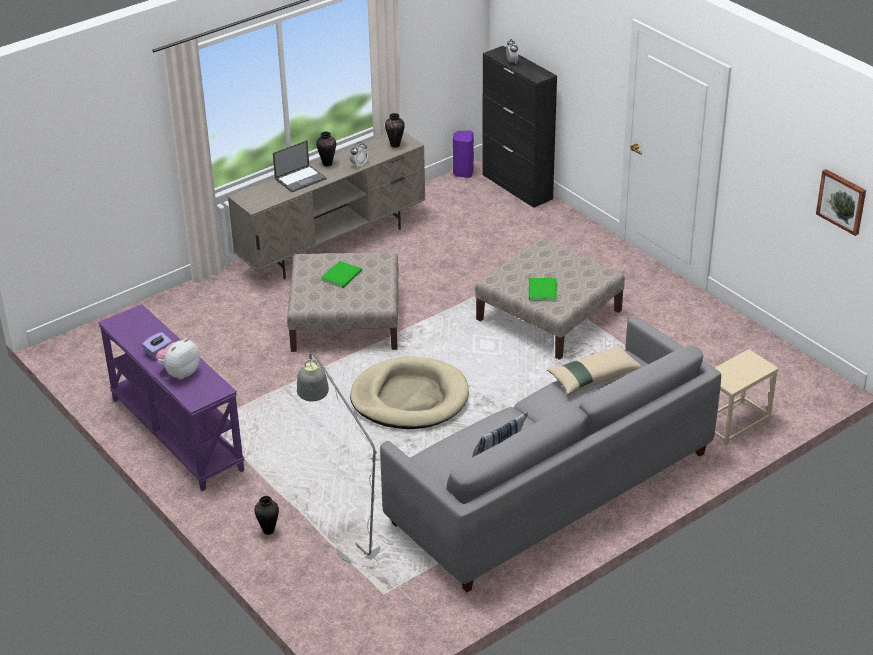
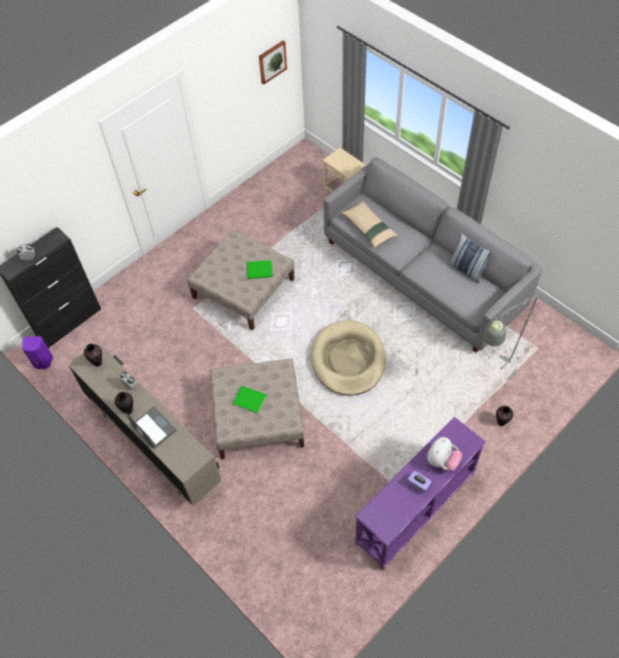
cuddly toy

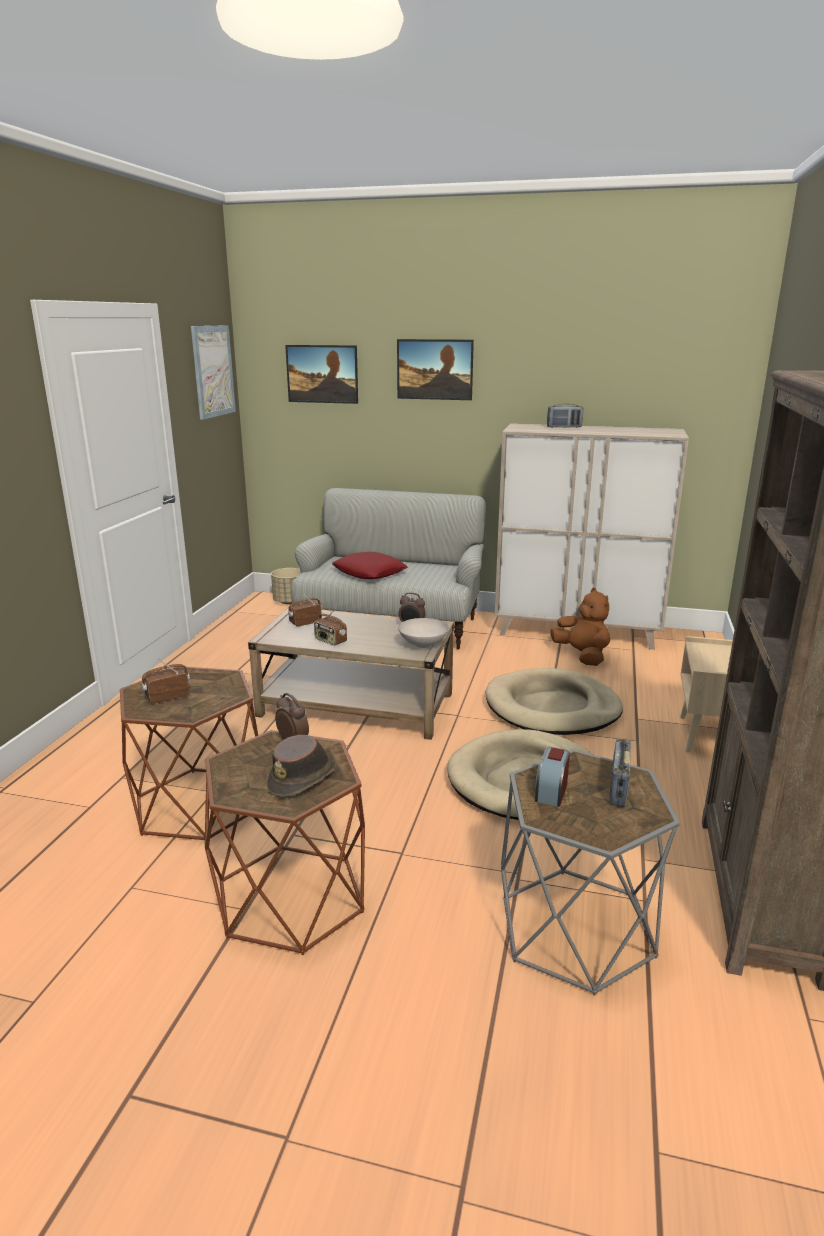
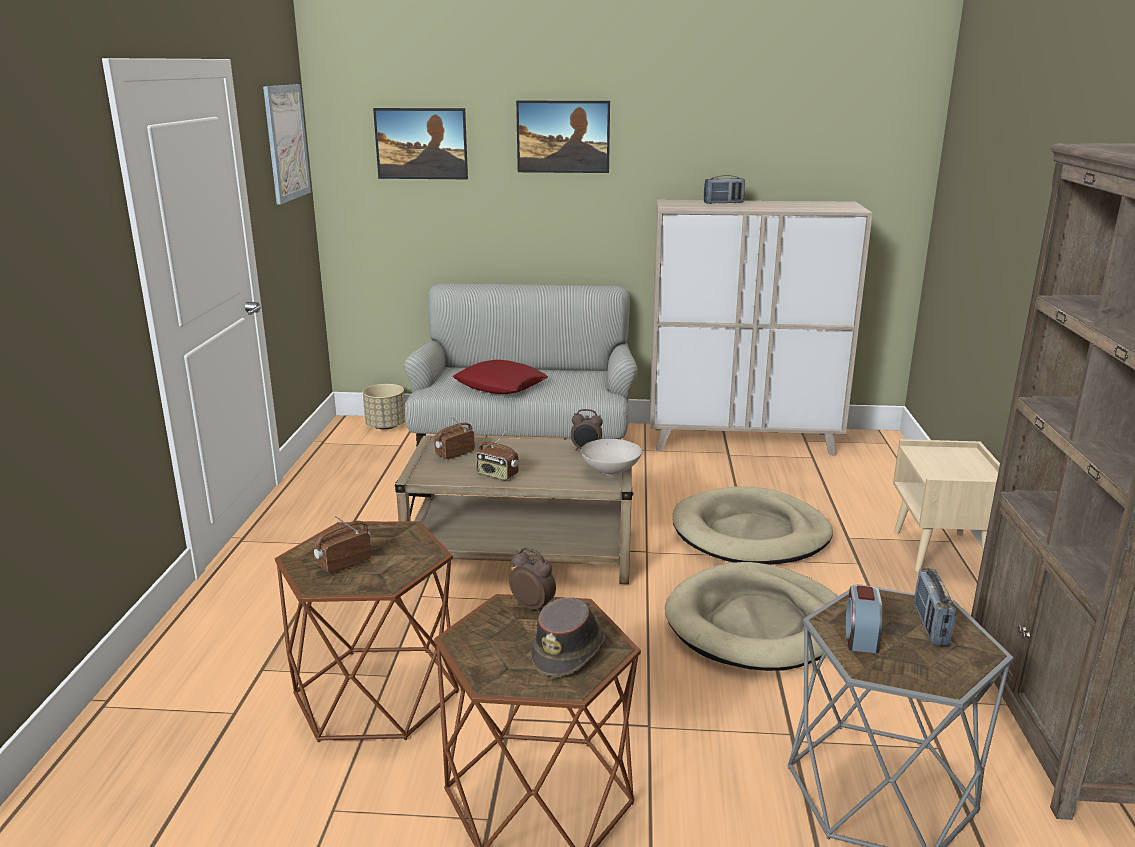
brown-coloured cuddly toy

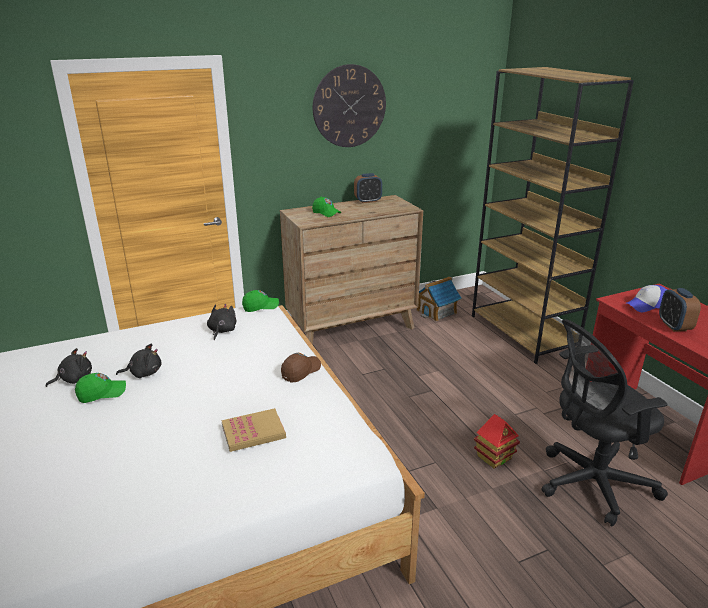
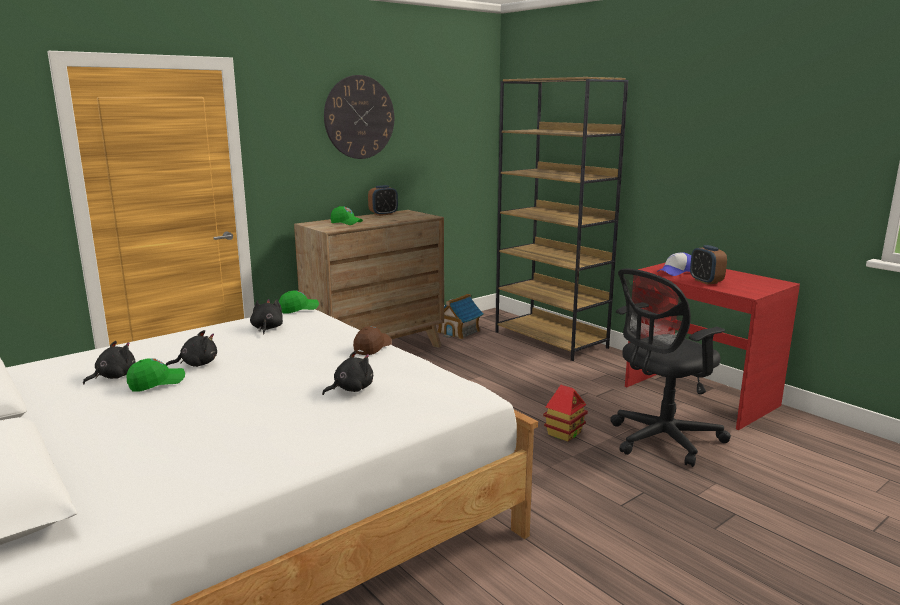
blackish cuddly toy (4th from left)

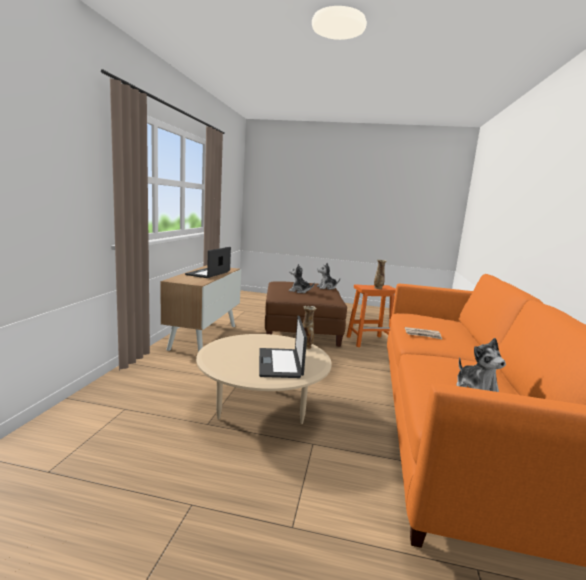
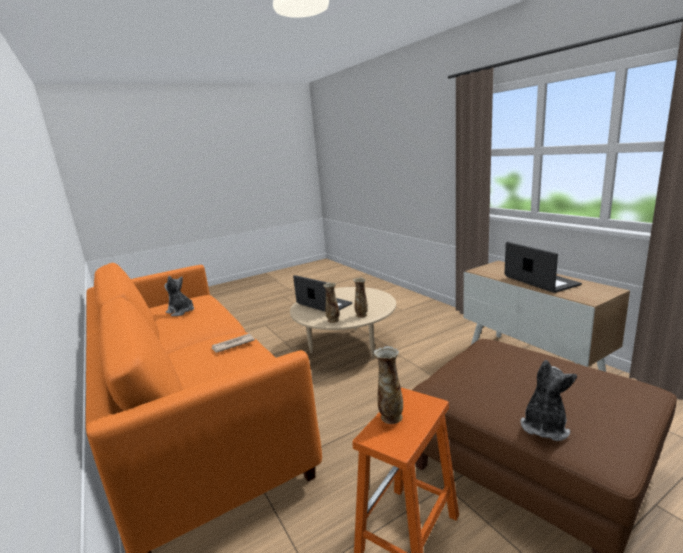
vase (2nd from left); cuddly toy (1st from left in the first image)

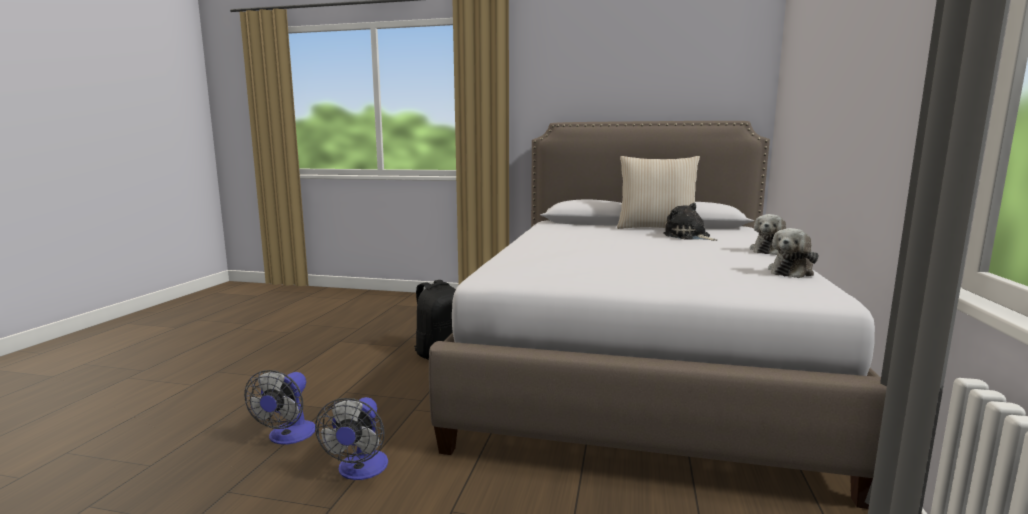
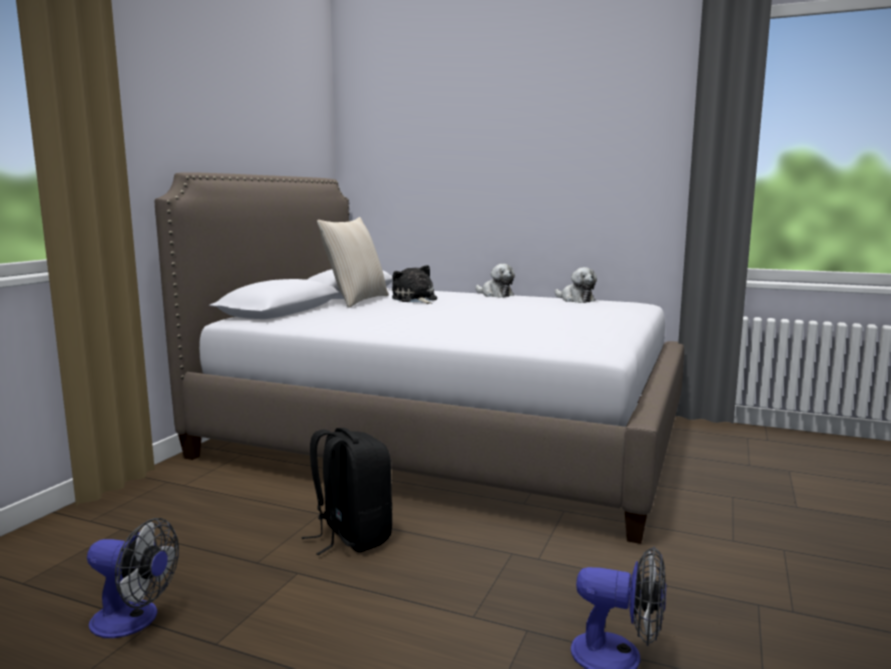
cooling fan (1st from left); cuddly toy (1st from left)

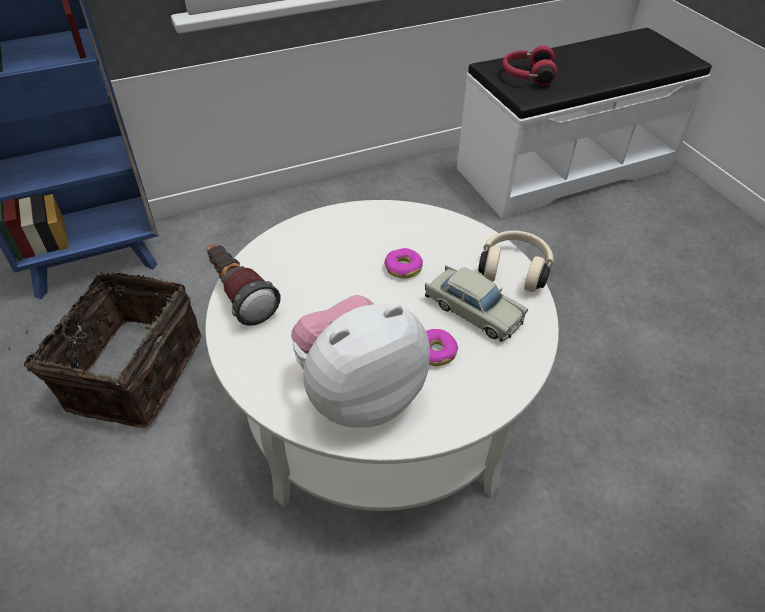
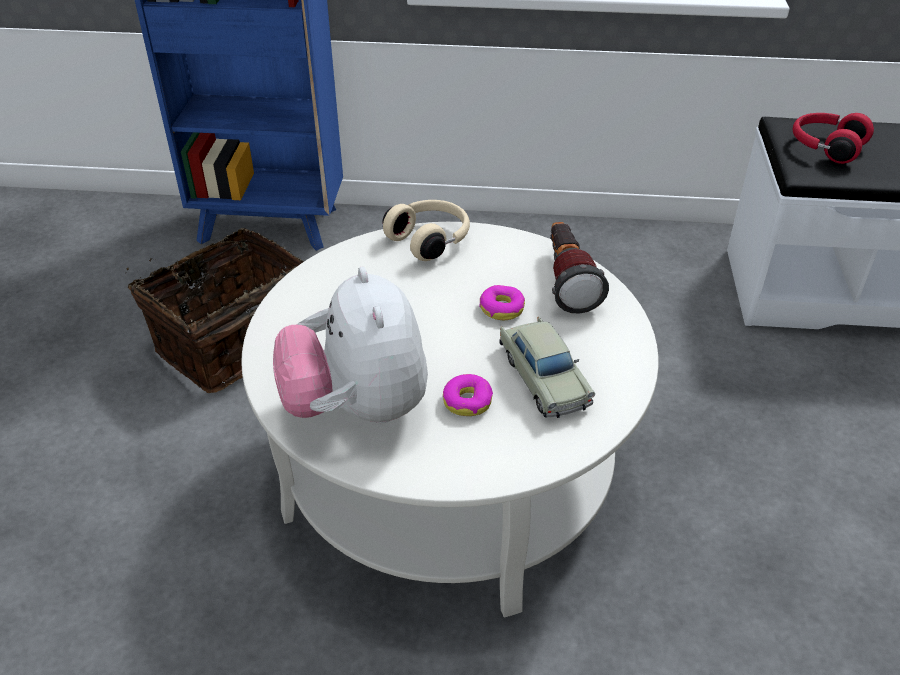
cuddly toy; beige headset; hand torch

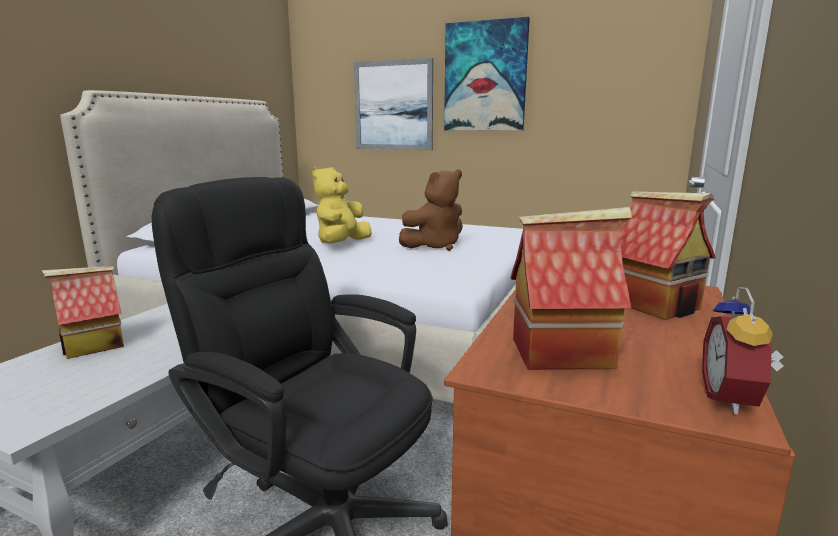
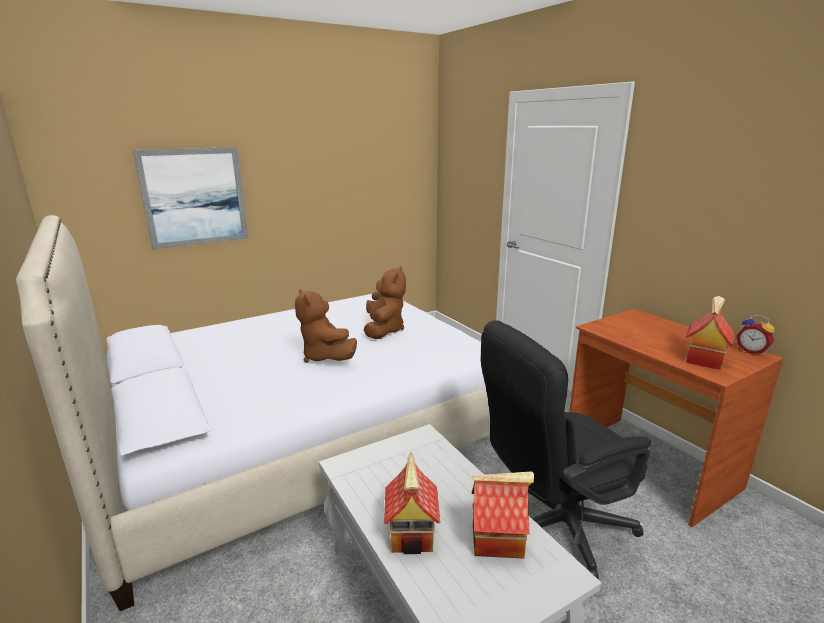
brown-coloured cuddly toy (1st from left); miniature house (2nd from left); picture (2nd from left in the first image)

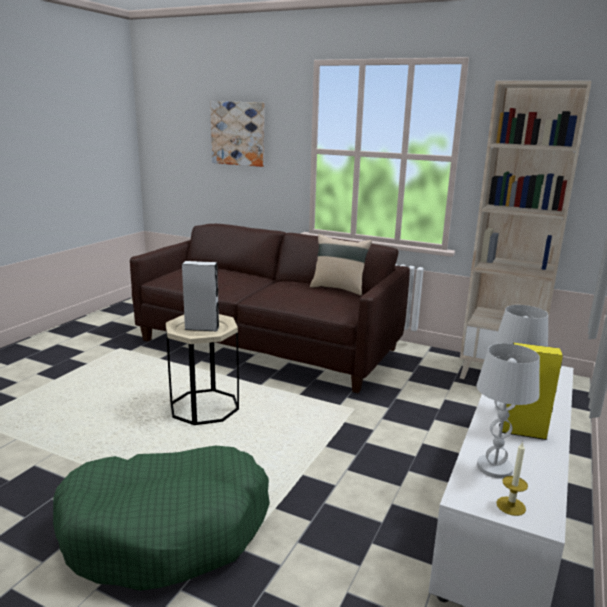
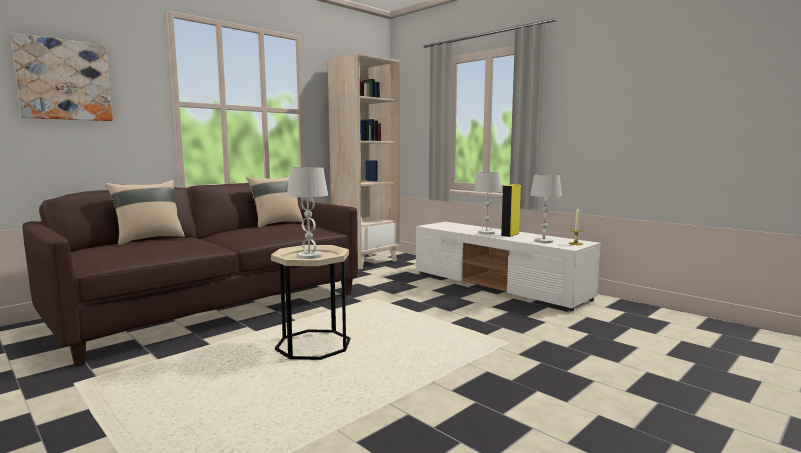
beige cushion (1st from left); white-coloured tabletop lamp (1st from left); greenish dog bed

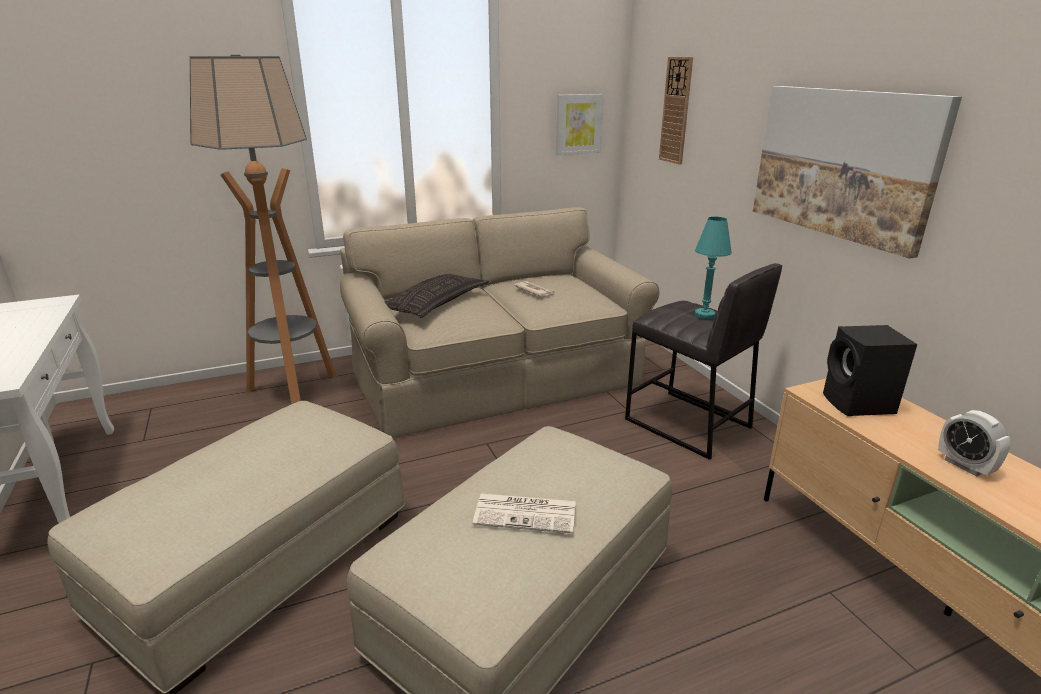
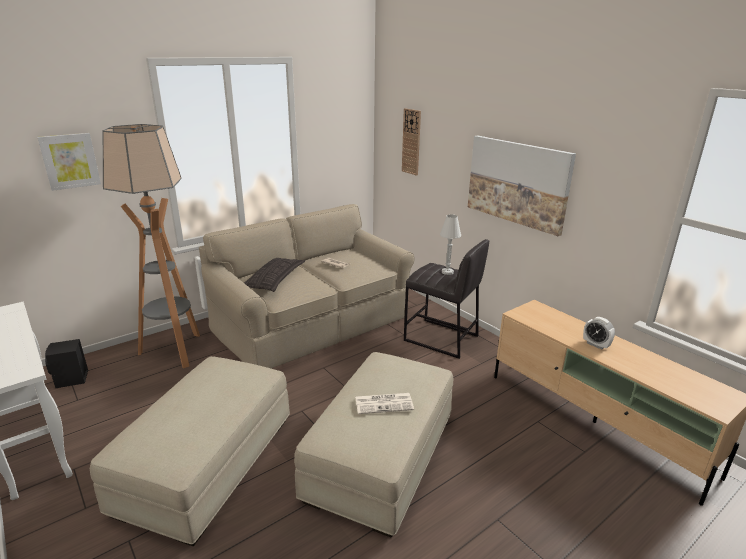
picture (1st from left); blackish speaker; white-coloured tabletop lamp

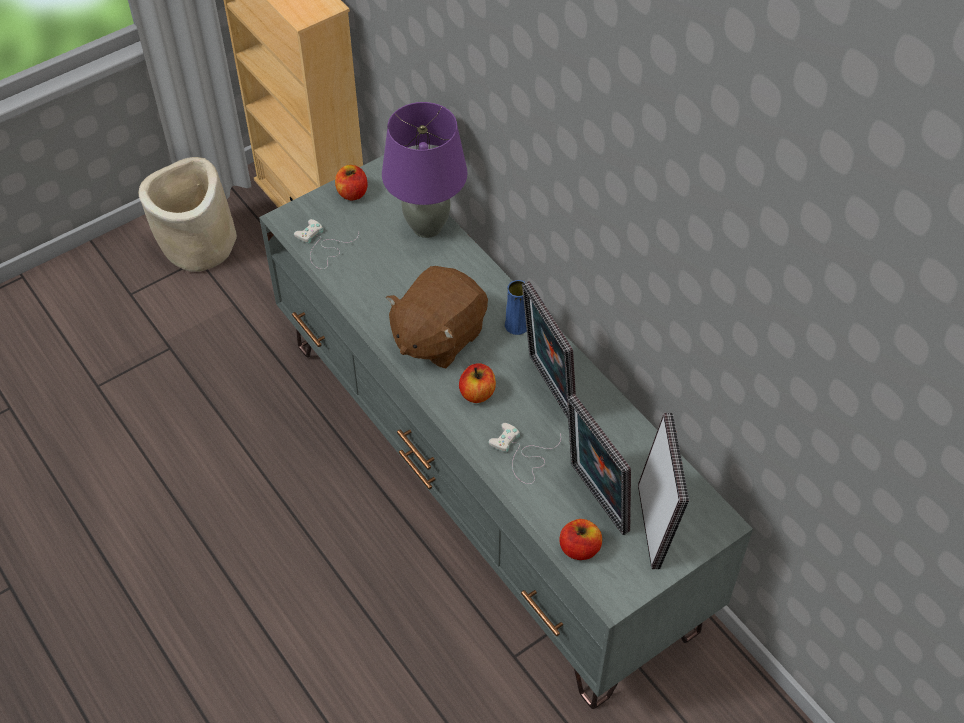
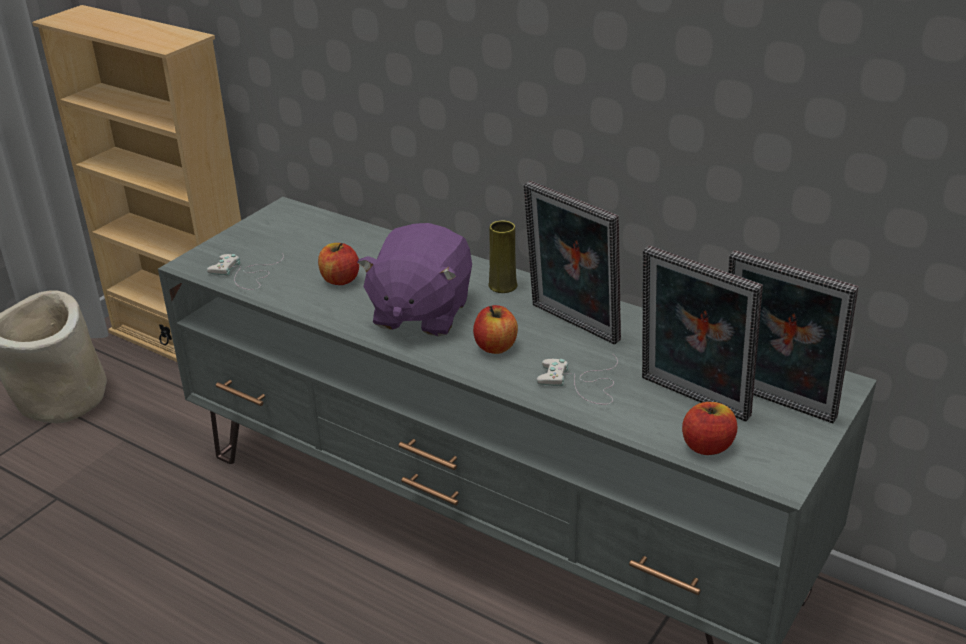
apple (1st from left); purple-coloured cuddly toy; yellow vase; picture frame (3rd from left); purple-coloured tabletop lamp

